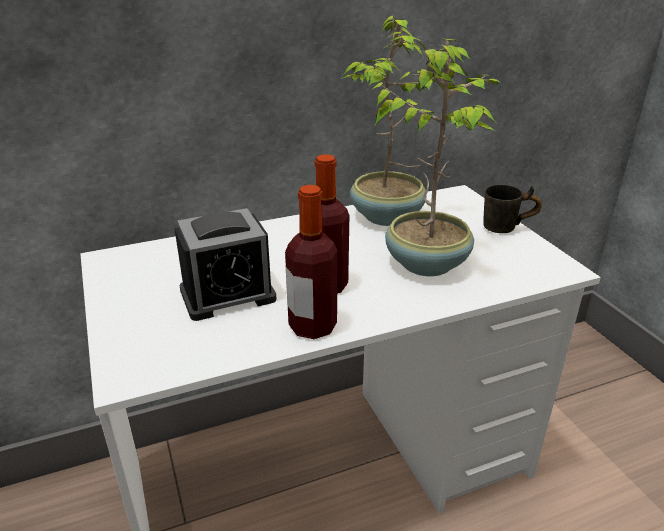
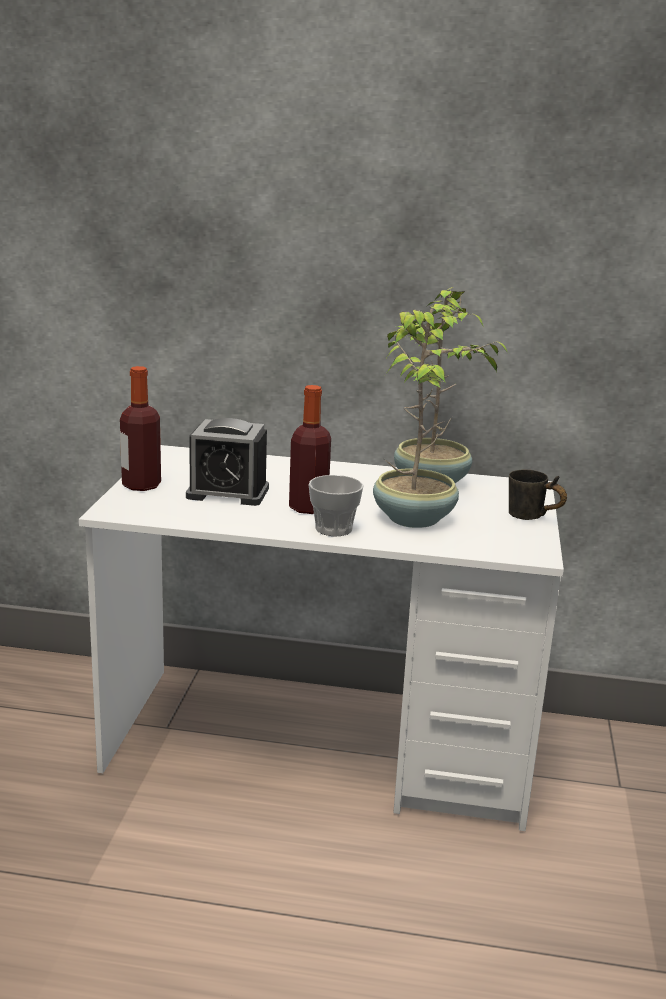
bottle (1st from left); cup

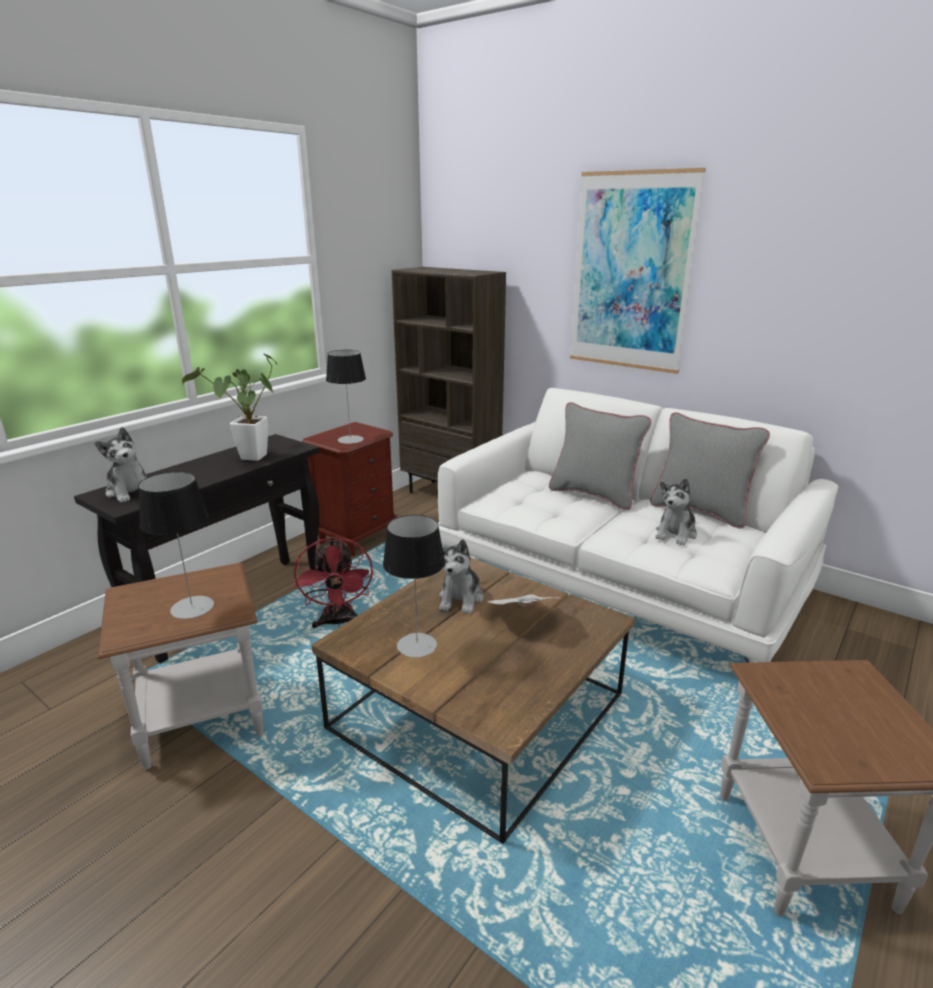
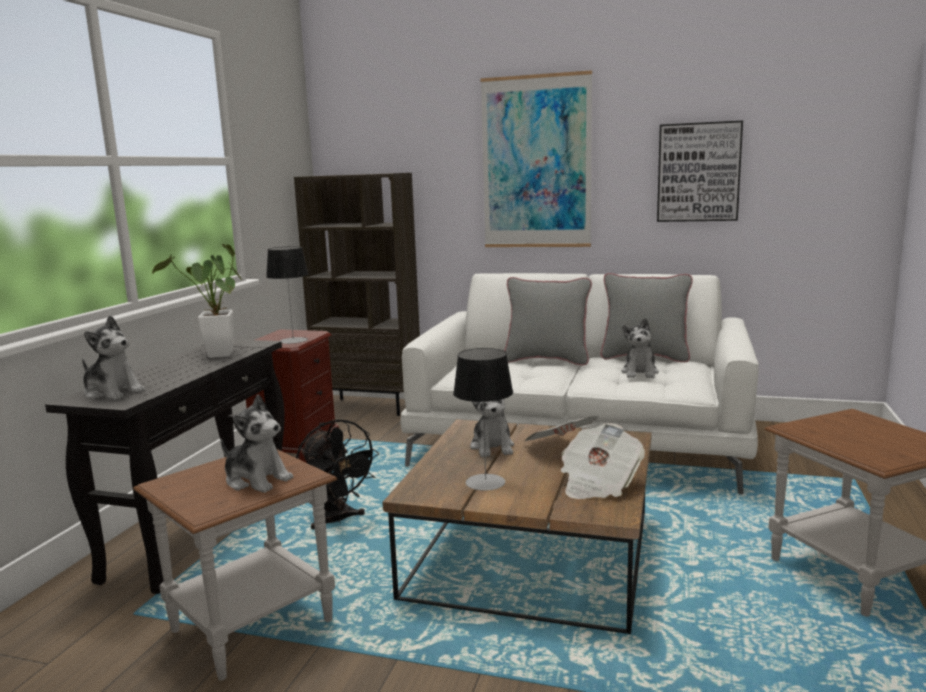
cuddly toy (2nd from left); blackish cooling fan; daily paper (2nd from left); picture (2nd from left)

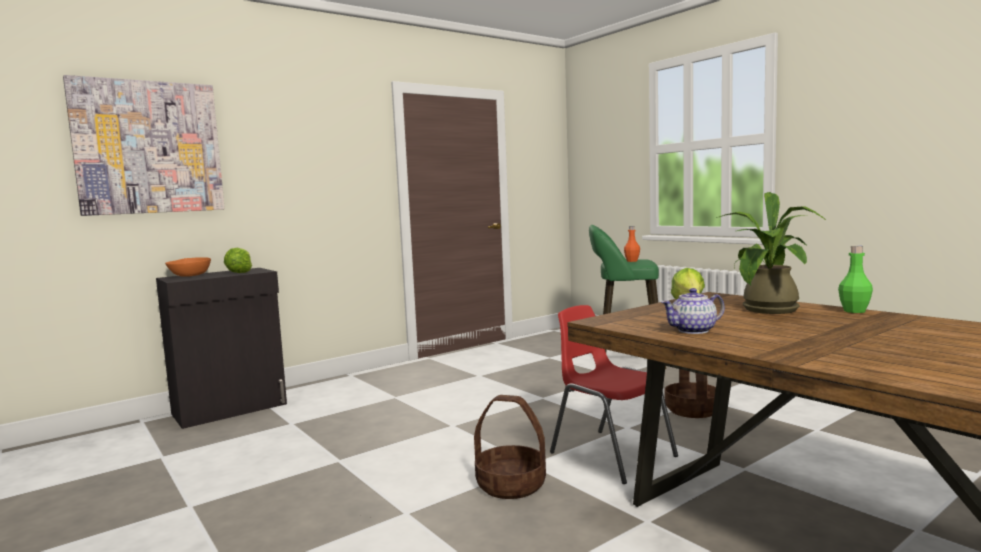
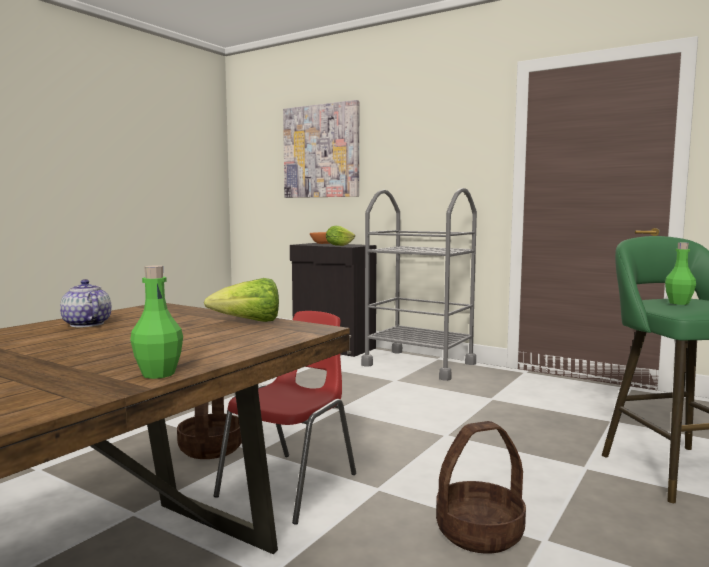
grey cart; greenish bottle (2nd from left); plant in a pot

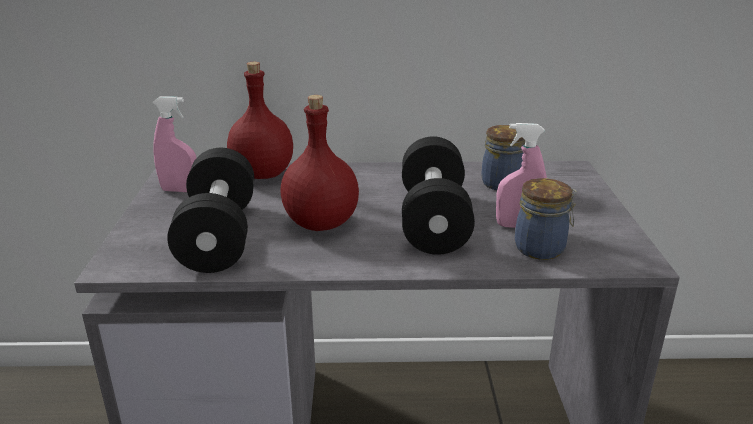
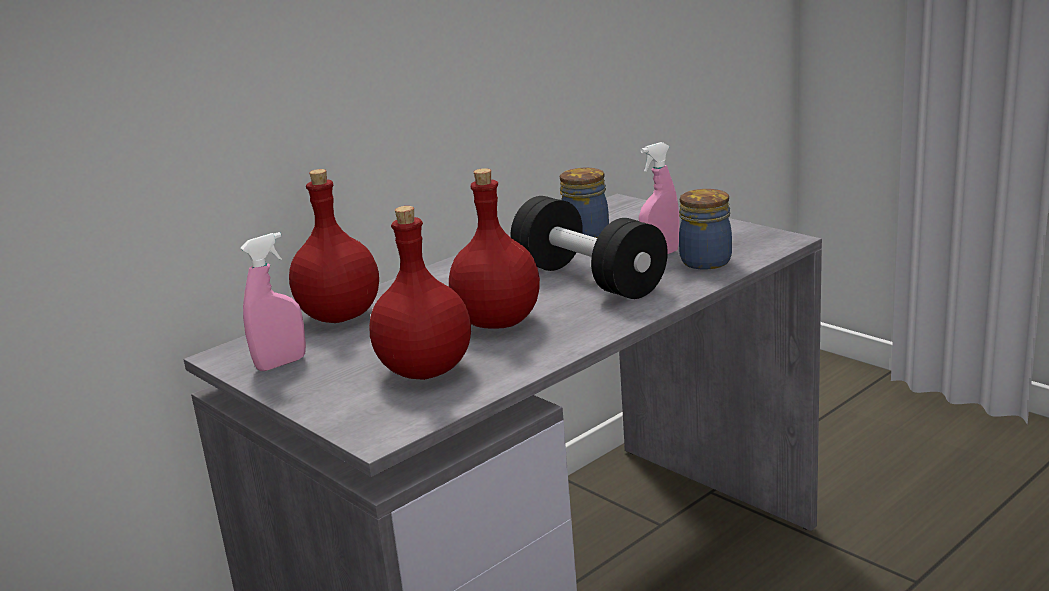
reddish bottle (2nd from left)

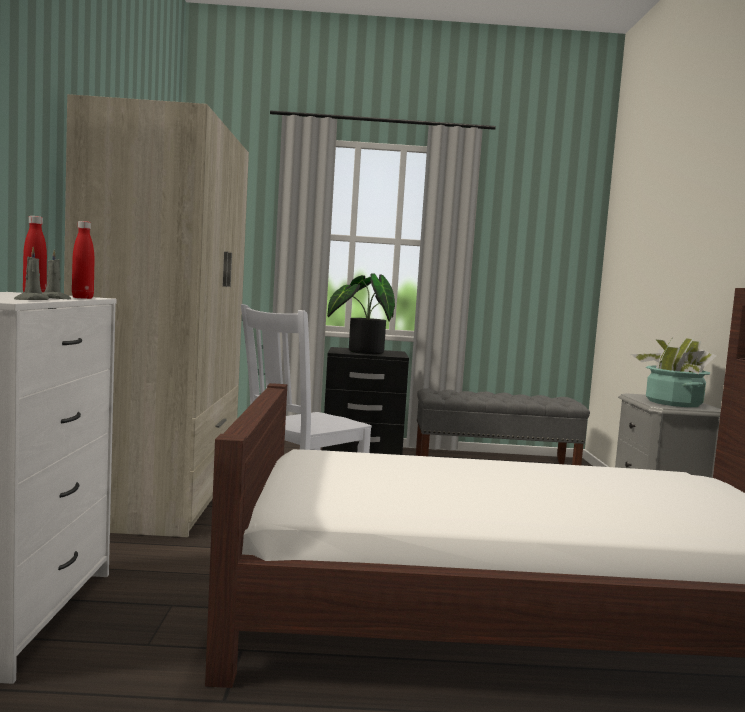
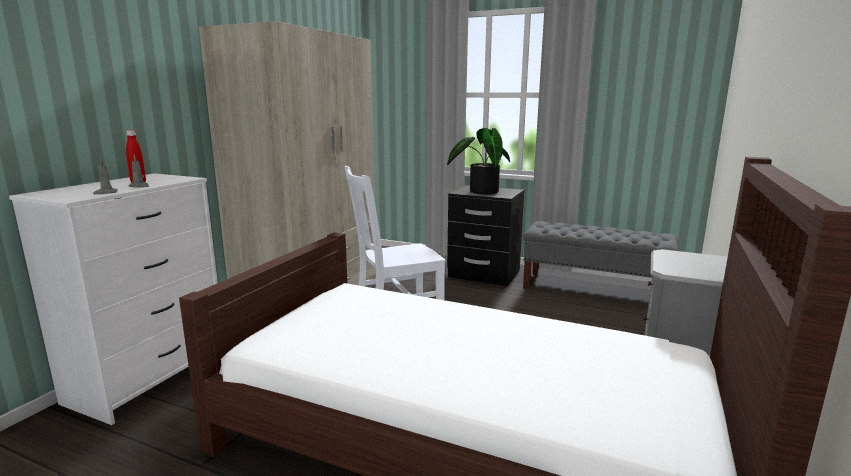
reddish bottle (2nd from left in the first image); plant in a pot (2nd from left in the first image)

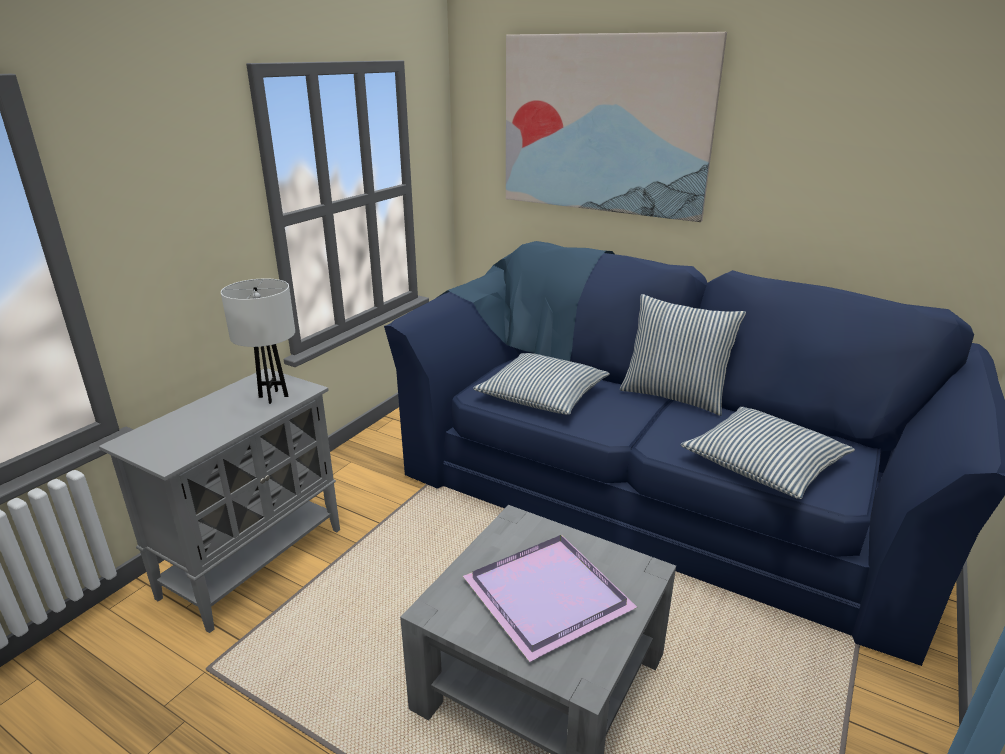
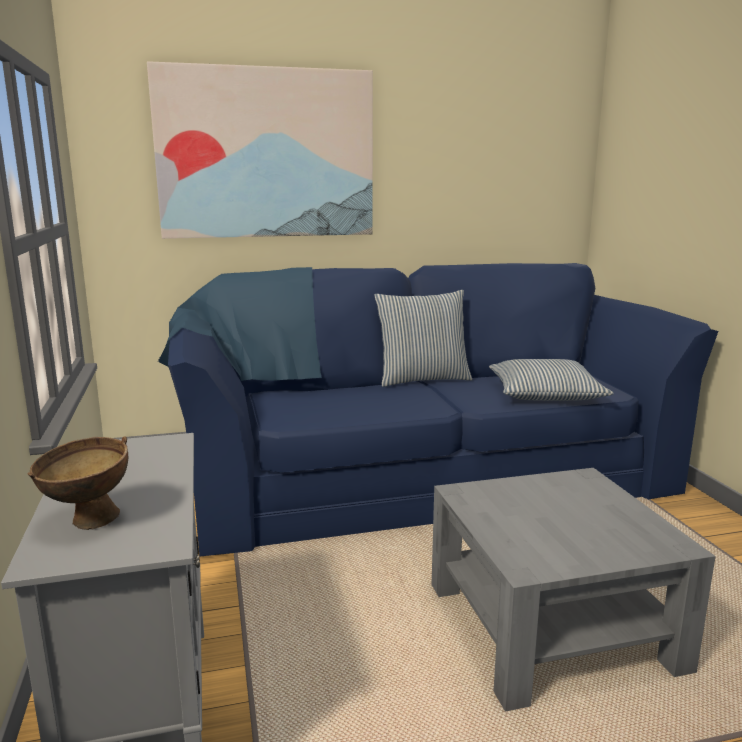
brown-coloured deep dish; white-coloured tabletop lamp; purple-coloured serving tray; cushion (1st from left in the first image)

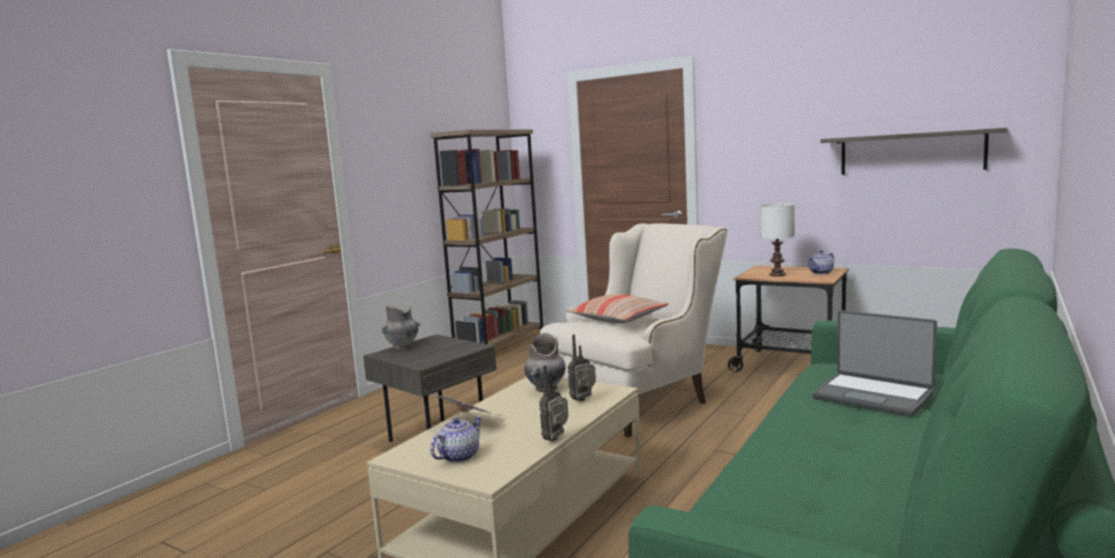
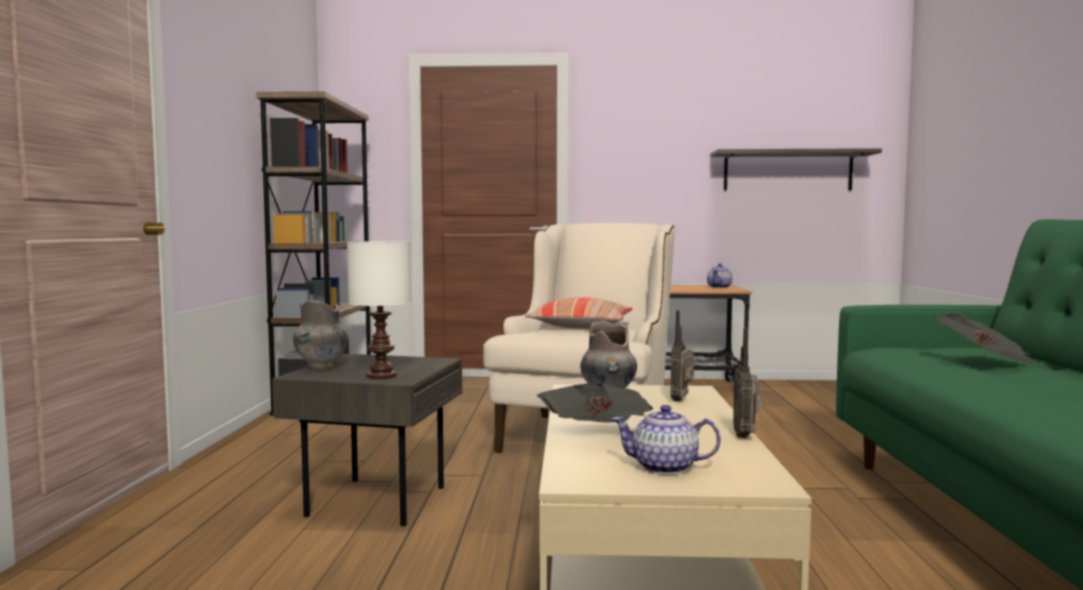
white-coloured tabletop lamp; tea pot (1st from left); daily paper (2nd from left)

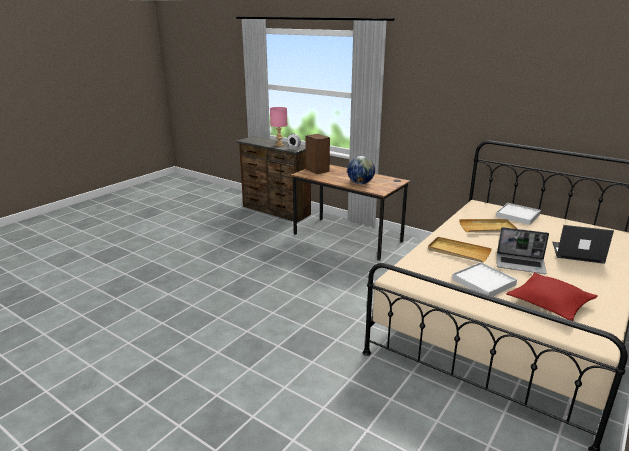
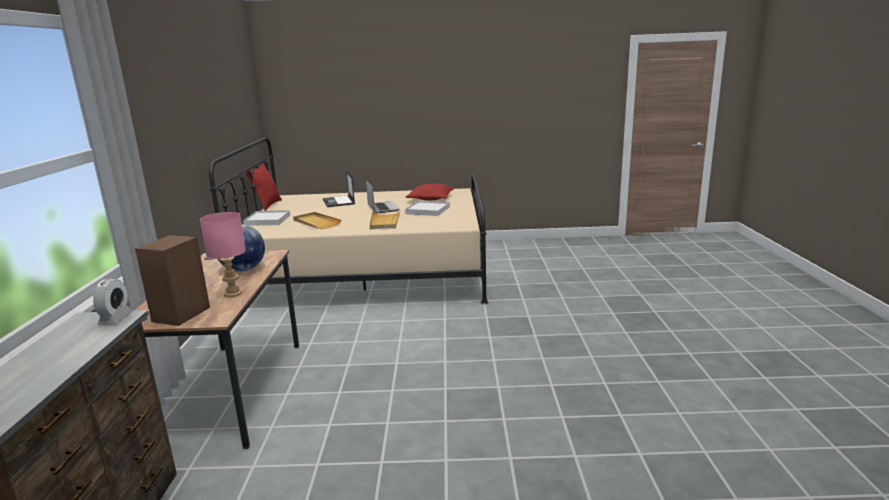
pink-coloured tabletop lamp; reddish cushion (1st from left)

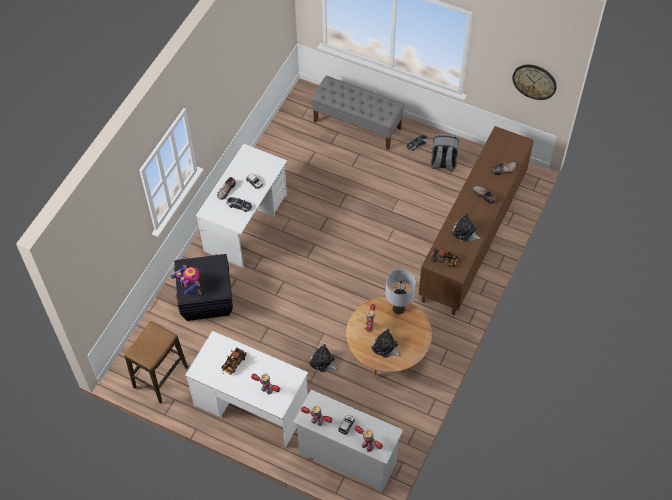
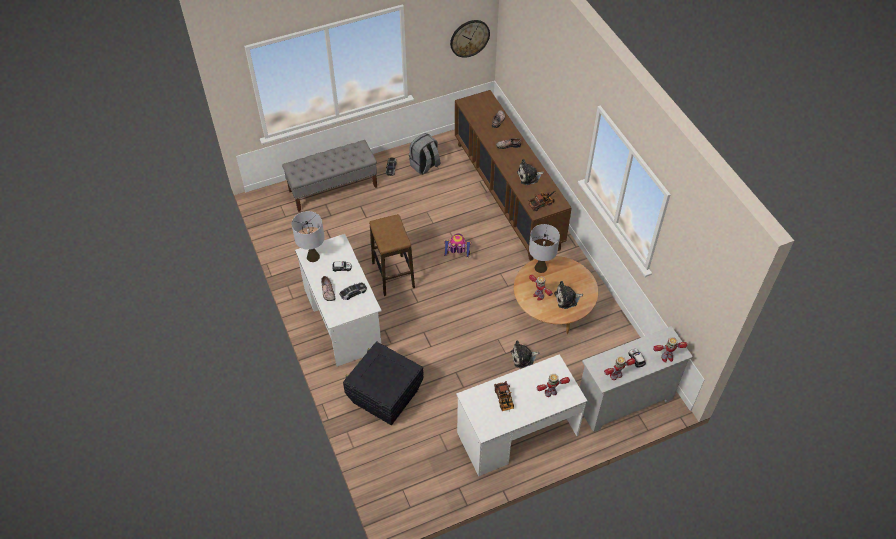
grey tabletop lamp (1st from left); stool; toy robot (1st from left)

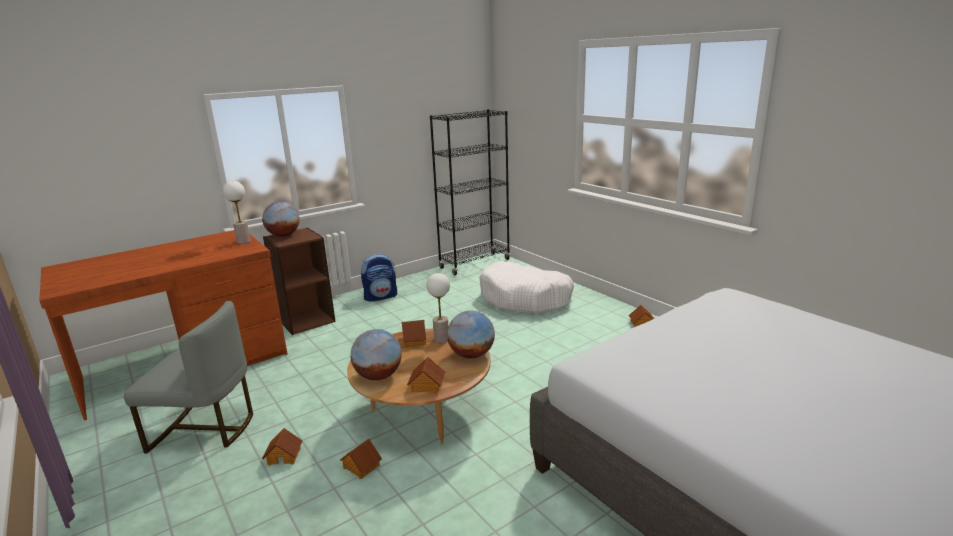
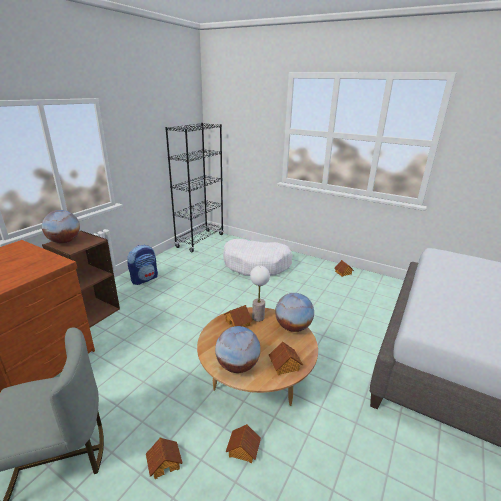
tabletop lamp (1st from left in the first image)

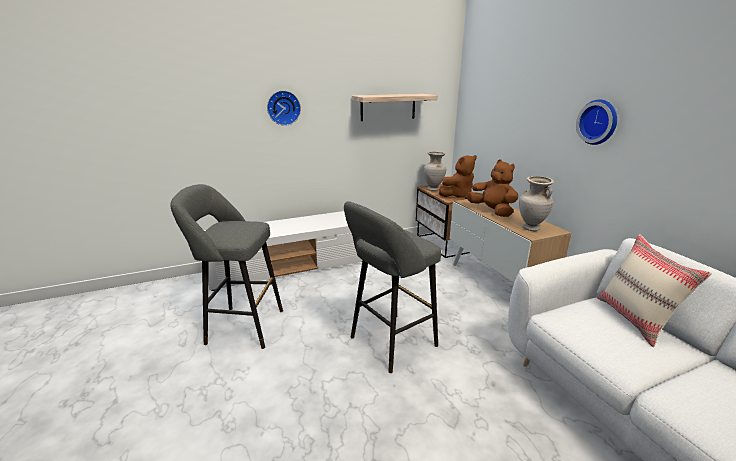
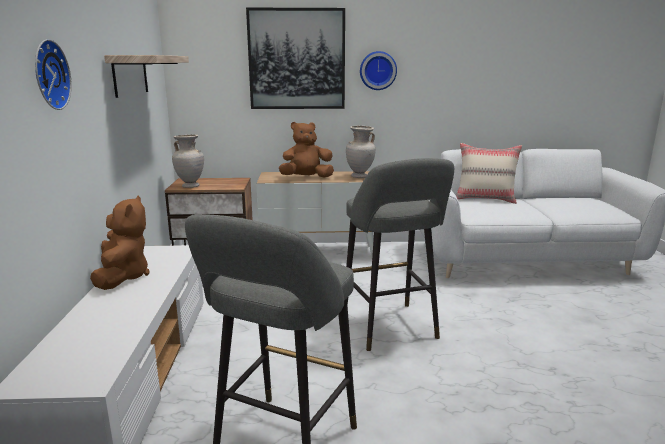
brown-coloured cuddly toy (1st from left); picture

